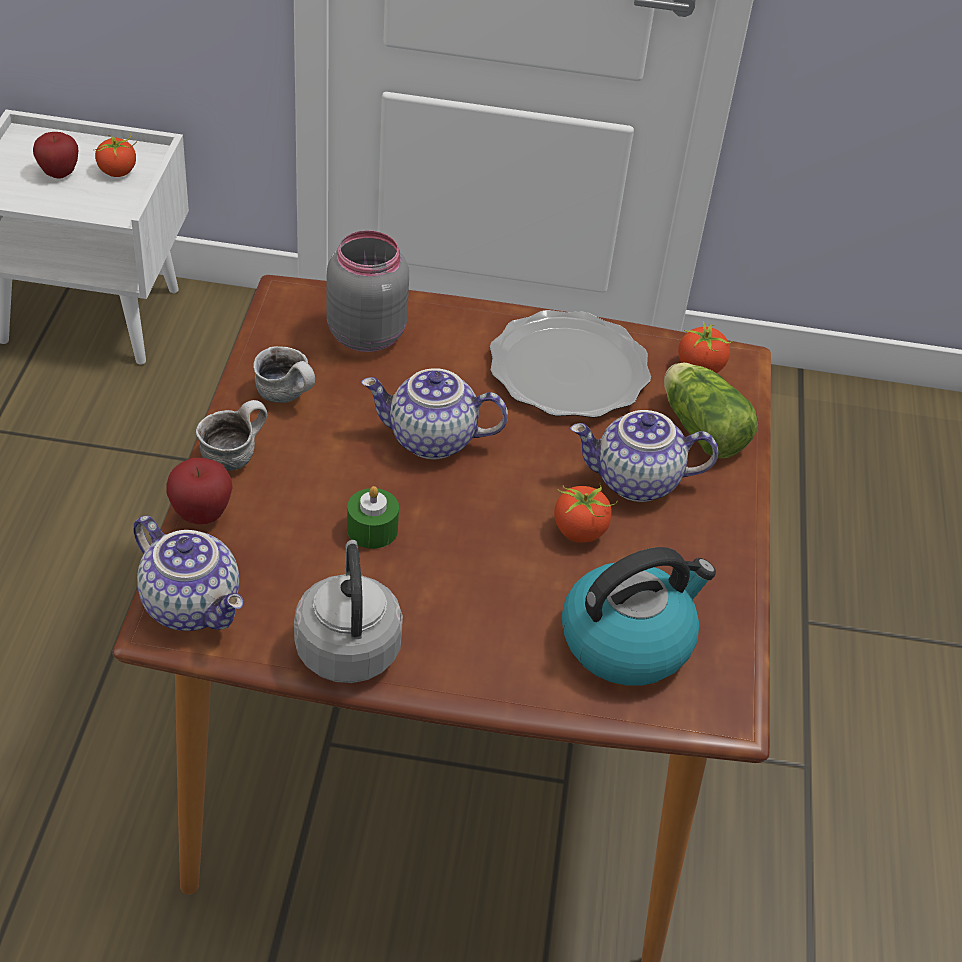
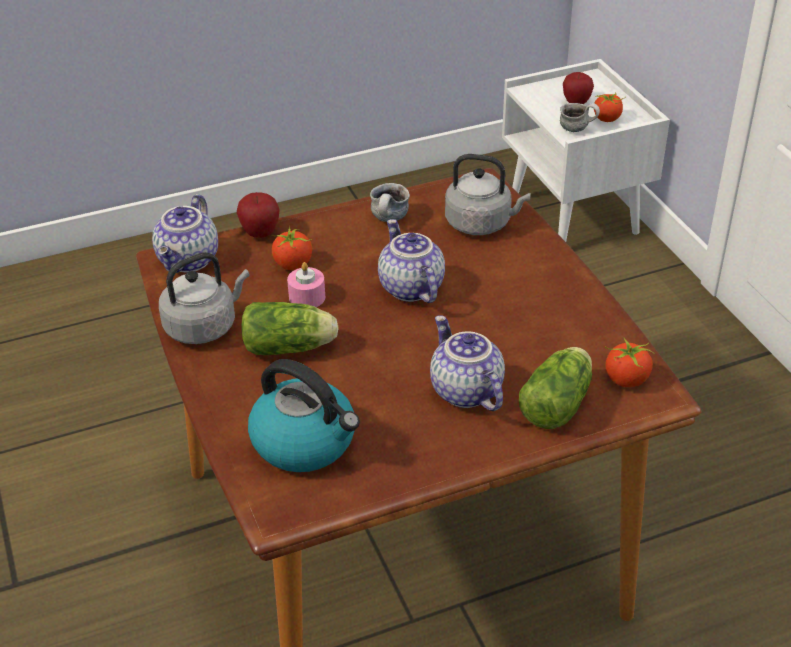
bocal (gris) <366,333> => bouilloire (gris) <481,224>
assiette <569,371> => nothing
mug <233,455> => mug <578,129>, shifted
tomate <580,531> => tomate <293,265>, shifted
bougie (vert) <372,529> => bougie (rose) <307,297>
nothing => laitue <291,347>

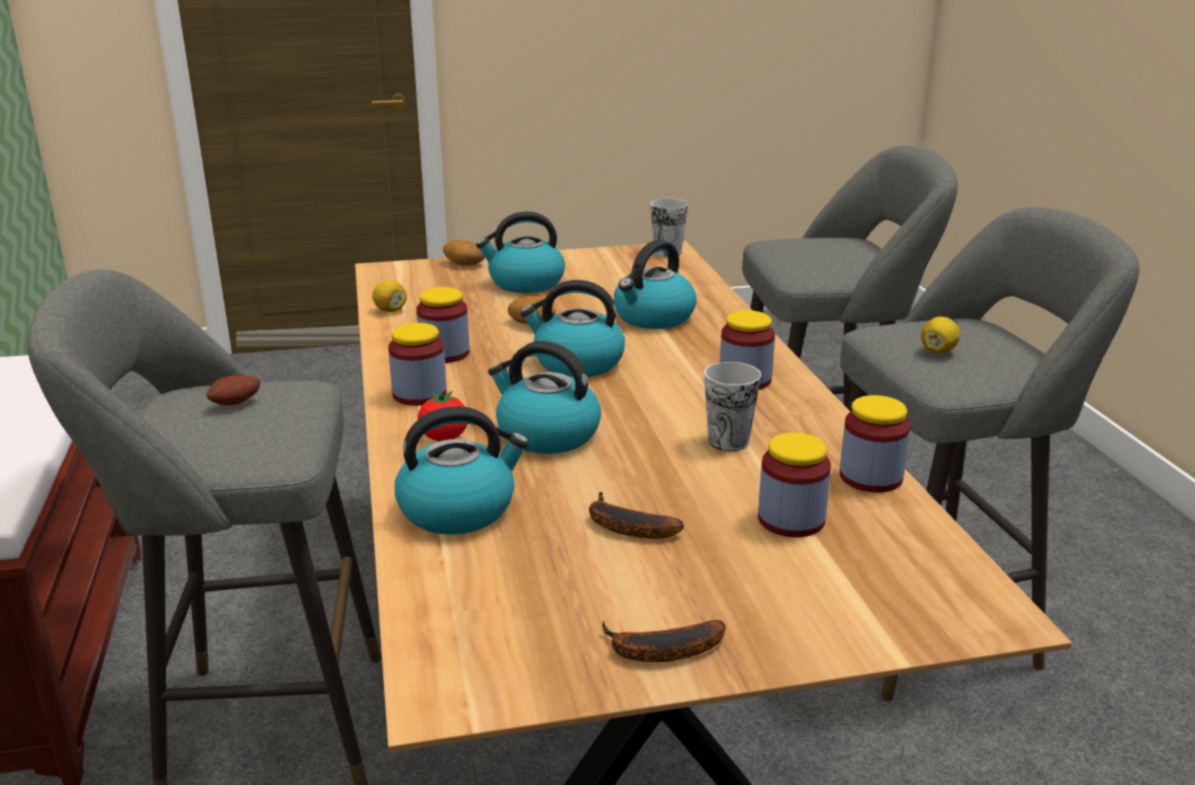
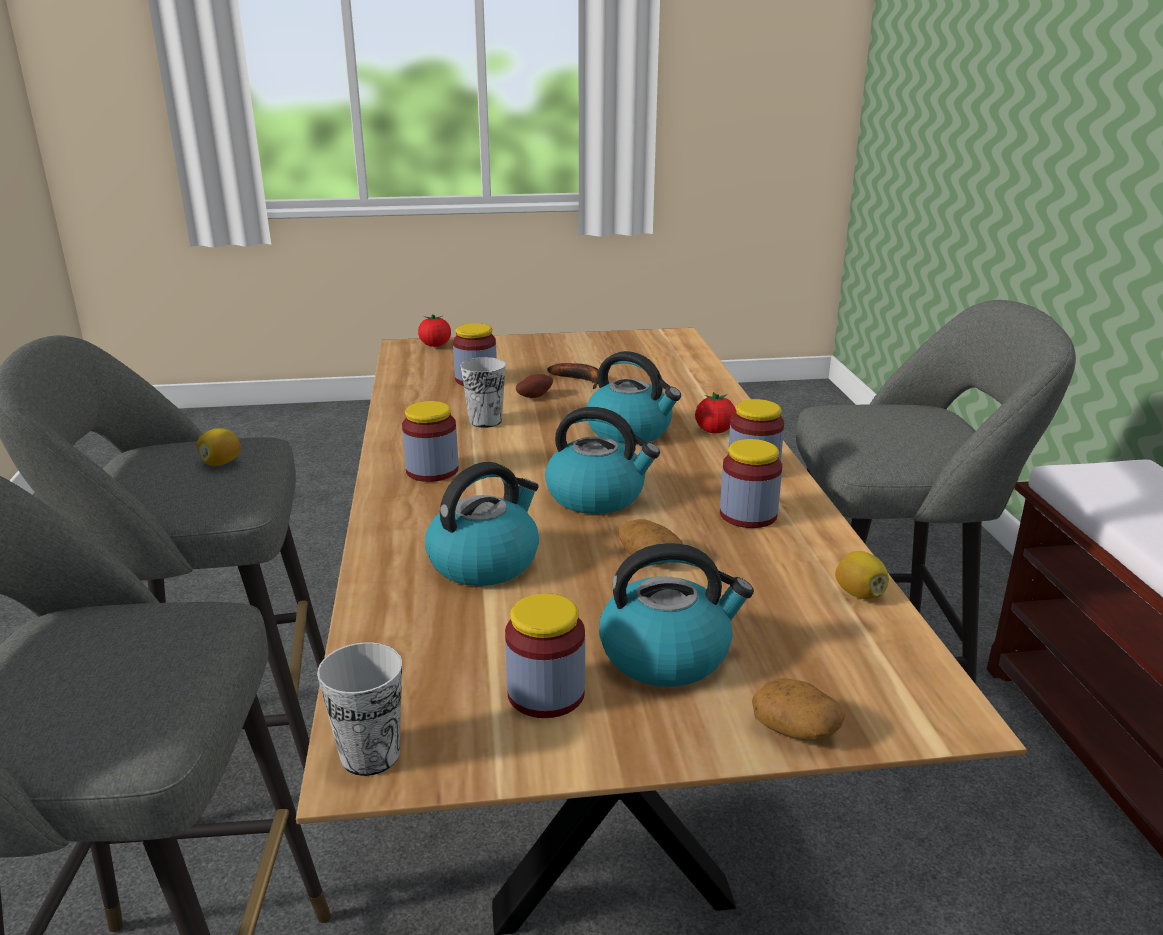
pomme de terre <236,404> => pomme de terre <534,396>, shifted
bocal <870,477> => bocal <546,693>, shifted
bouilloire <459,509> => nothing
banane <659,652> => nothing
nothing => tomate <435,345>

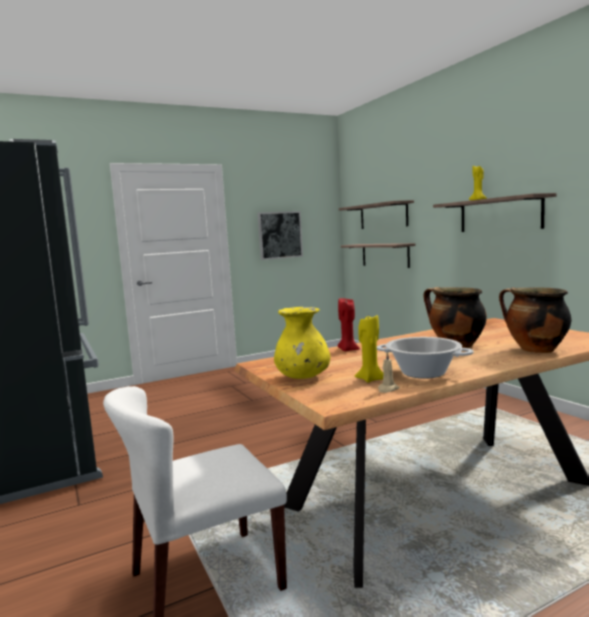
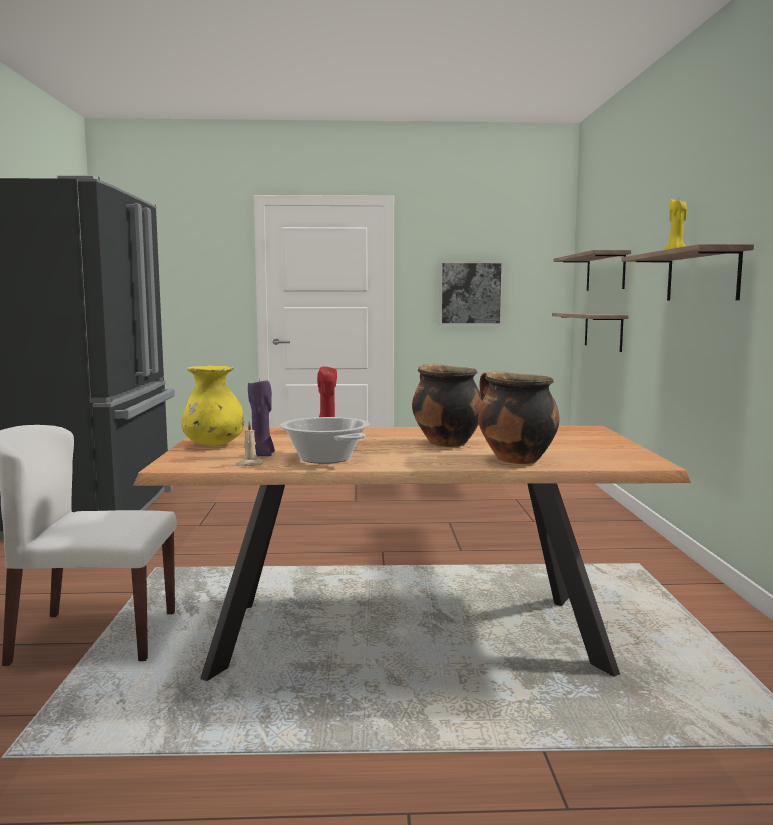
bougie (jaune) <370,379> => bougie (violet) <262,455>

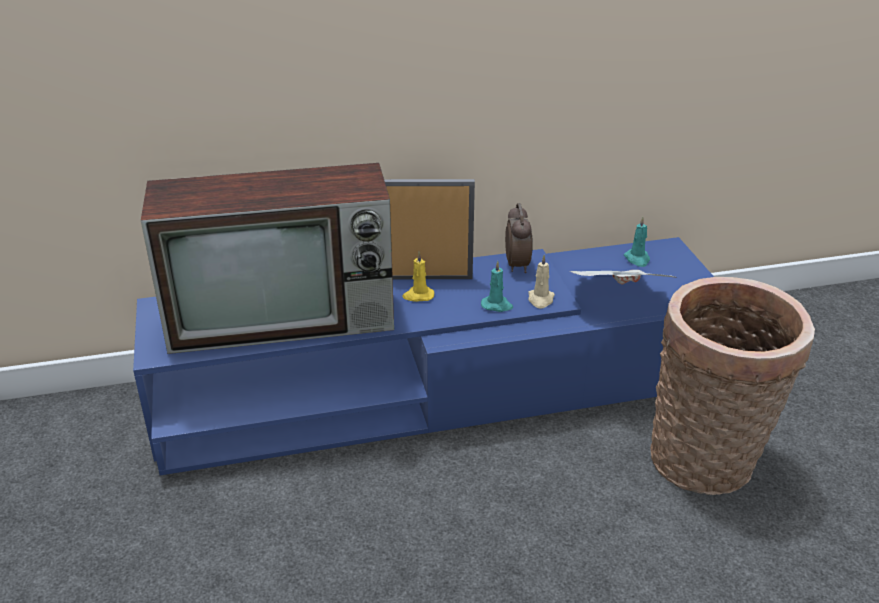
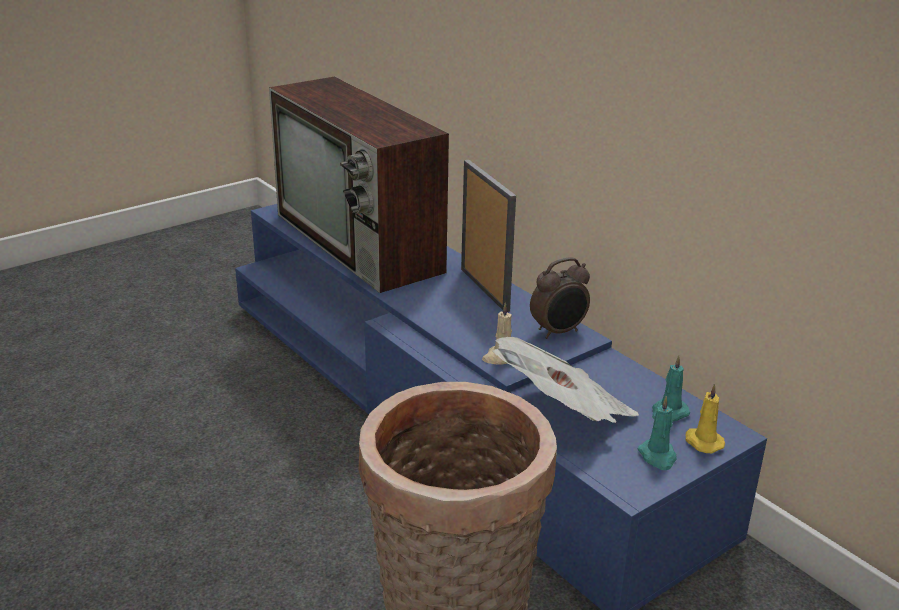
bougie (jaune) <418,296> => bougie (jaune) <702,442>, shifted
bougie (turquoise) <497,305> => bougie (turquoise) <658,457>, shifted

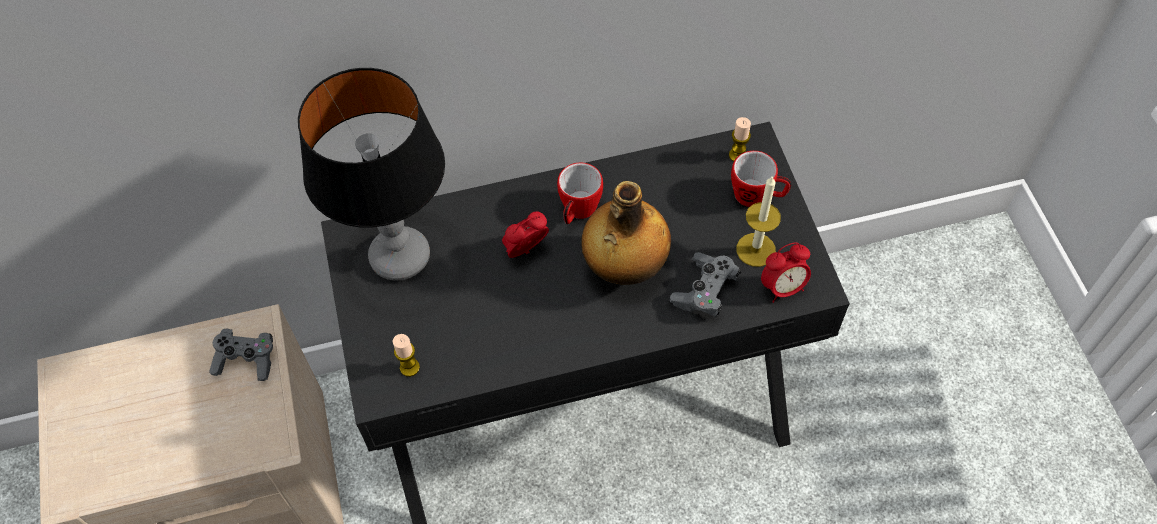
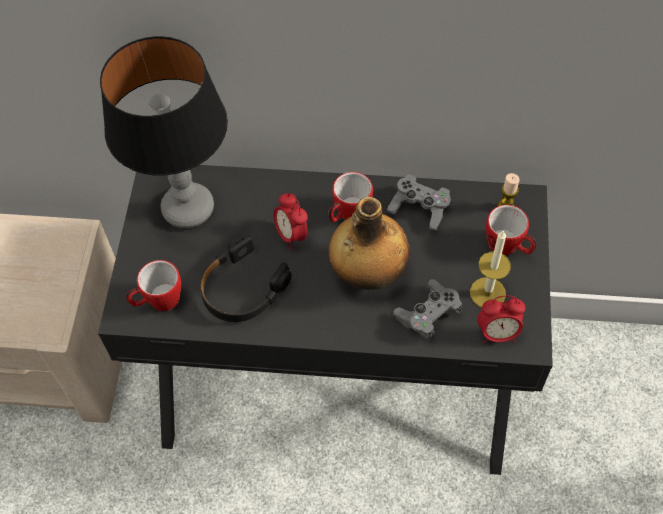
réveil <526,251> => réveil <291,234>, 105 degrees counterclockwise
manette (gris) <246,360> => manette (gris) <419,208>, shifted
bougie <409,367> => mug <158,301>
nothing => casque audio (noir) <242,288>

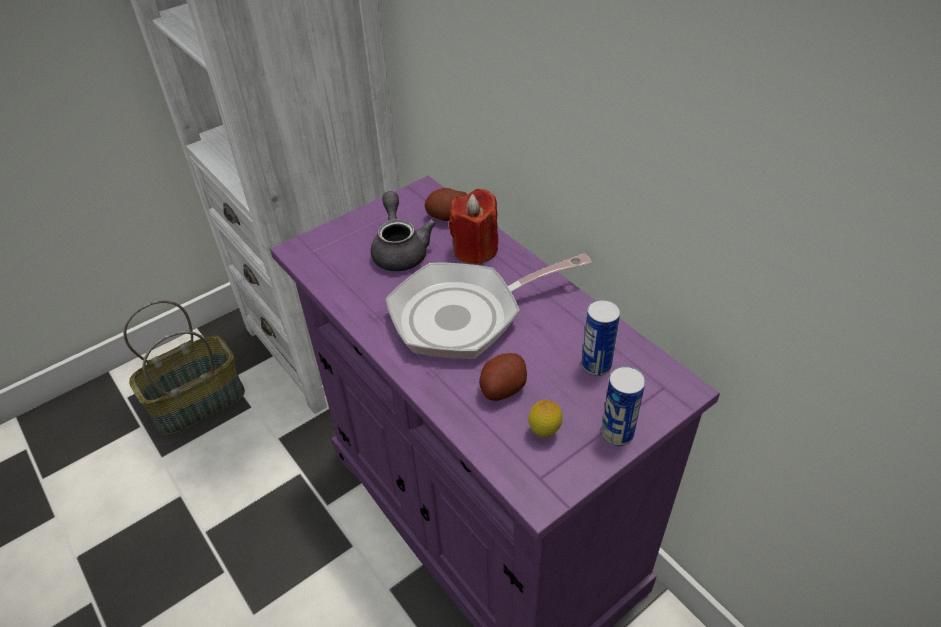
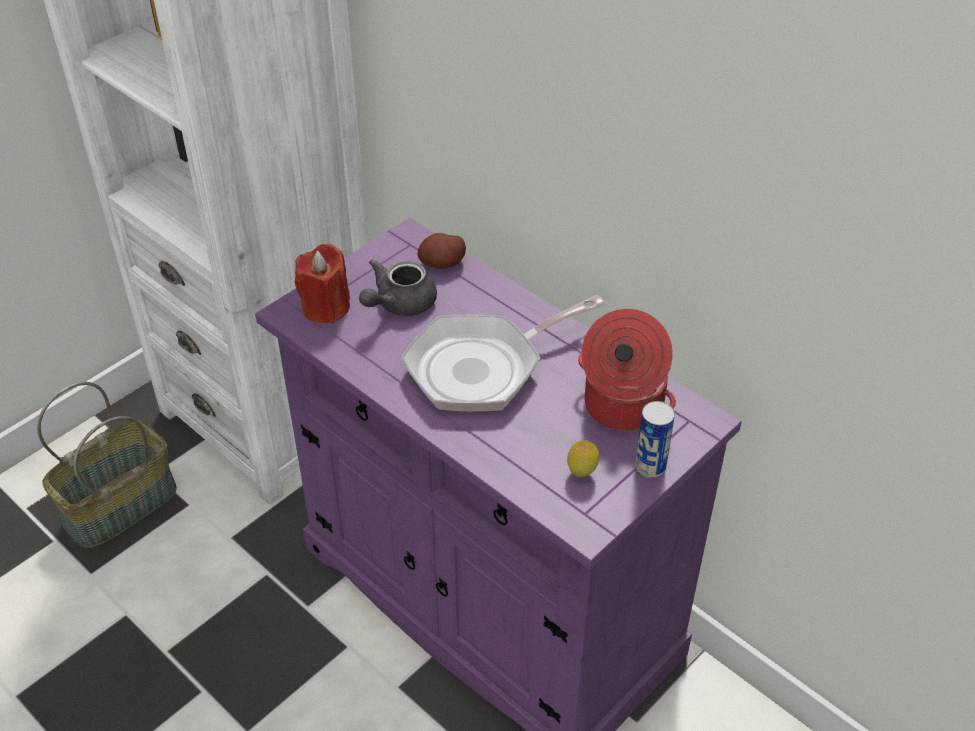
bougie (rouge) <475,249> => bougie (rouge) <326,307>, shifted
théière (gris) <400,250> => théière (gris) <399,304>, 120 degrees counterclockwise
boîte métallique <596,366> => marmite <621,406>
pomme de terre <502,388> => nothing

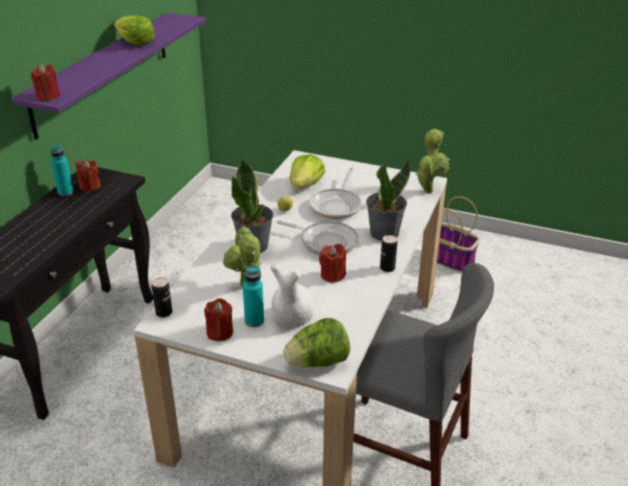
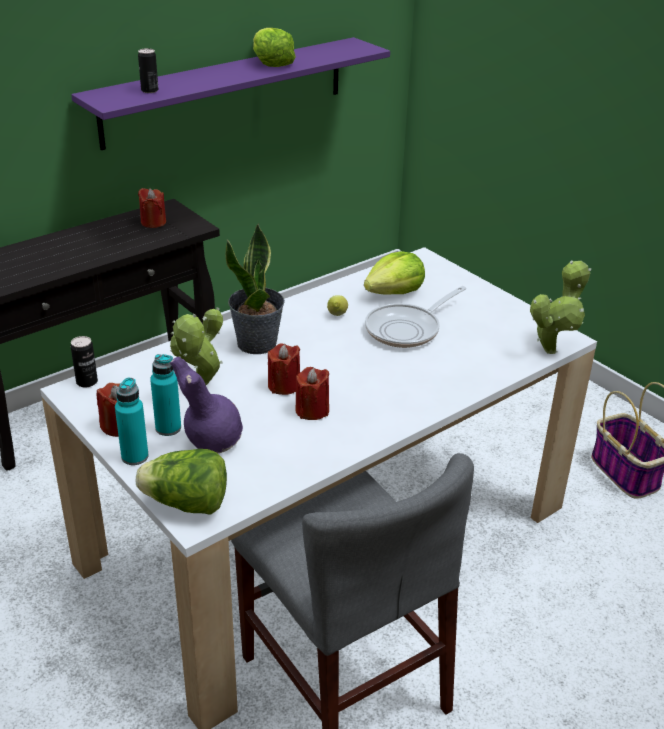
bougie (rouge) <48,96> => bougie (rouge) <284,386>, shifted
bouteille (turquoise) <65,192> => bouteille (turquoise) <135,456>, shifted
plante en pot <384,232> => nothing
poêle <325,241> => nothing
boîte métallique <387,268> => boîte métallique <149,90>, shifted
vase (blanc) <291,318> => vase (violet) <211,442>

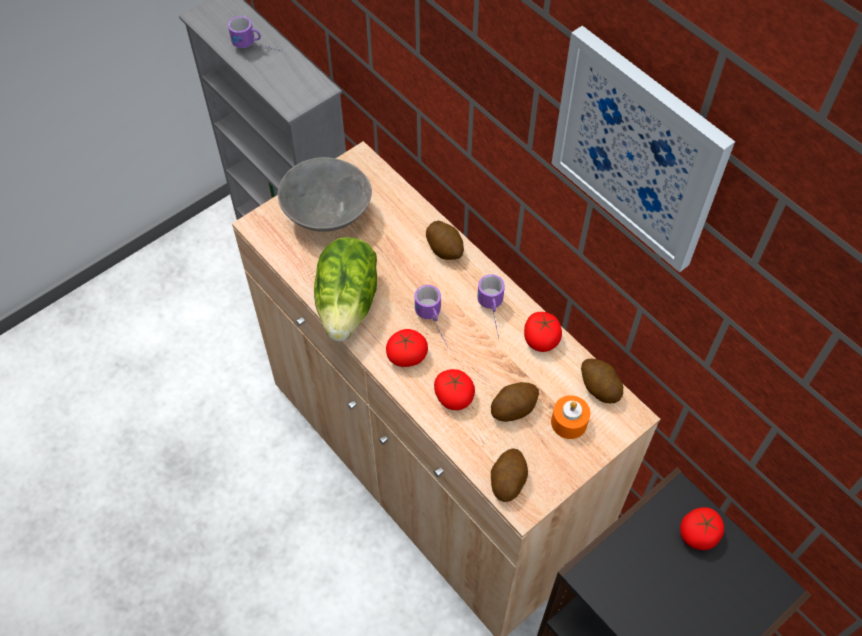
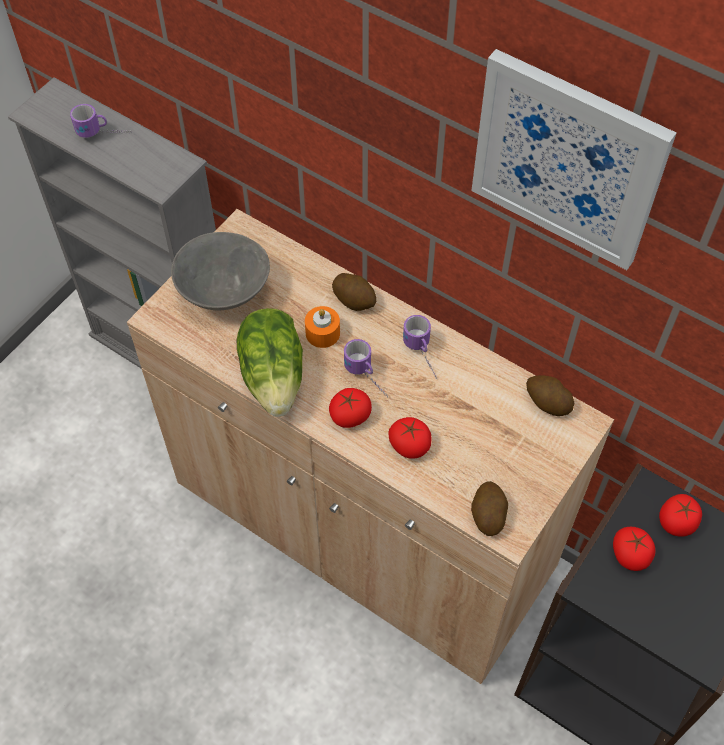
tomate <541,339> => tomate <630,554>, shifted
pomme de terre <513,408> => nothing
bougie (orange) <569,422> => bougie (orange) <322,333>, shifted

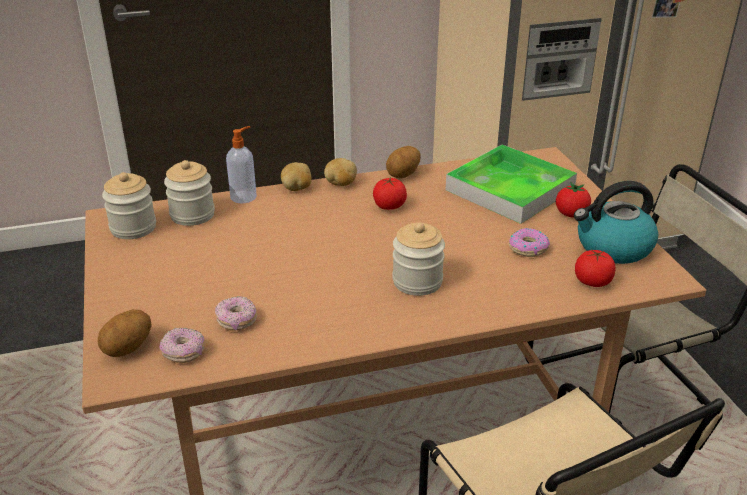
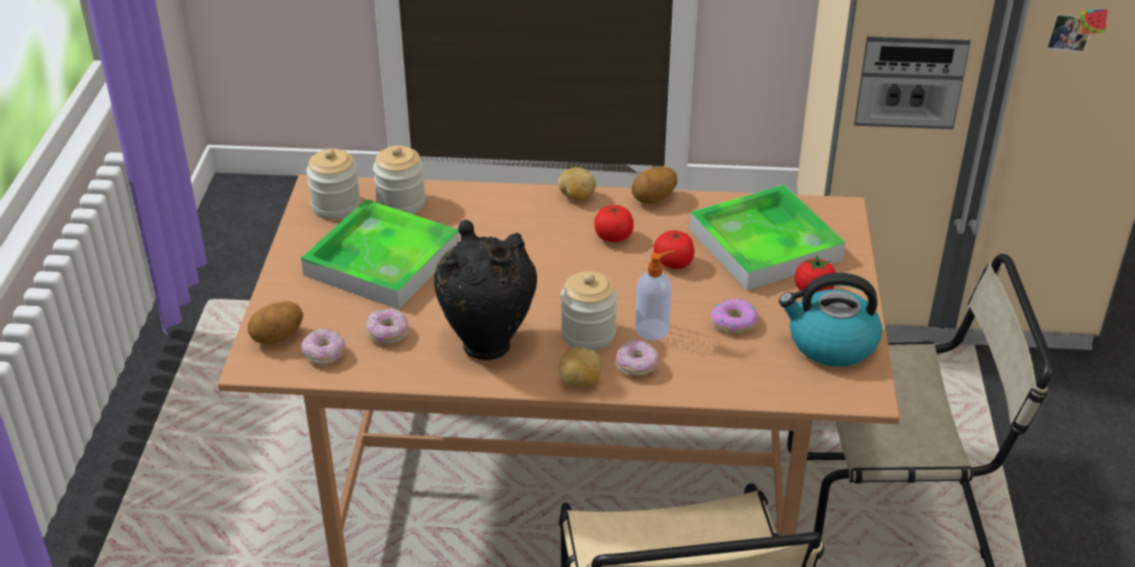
distributeur de savon <244,196> => distributeur de savon <653,329>, shifted
pomme de terre <297,188> => pomme de terre <579,381>, shifted
tomate <592,282> => tomate <673,263>, shifted
nothing => plateau <382,261>
nothing => vase (noir) <487,342>
nothing => beignet <636,366>

